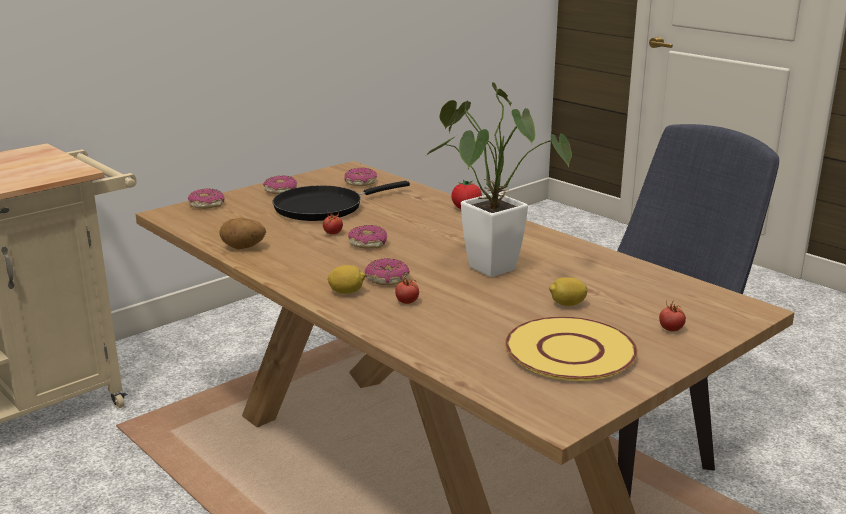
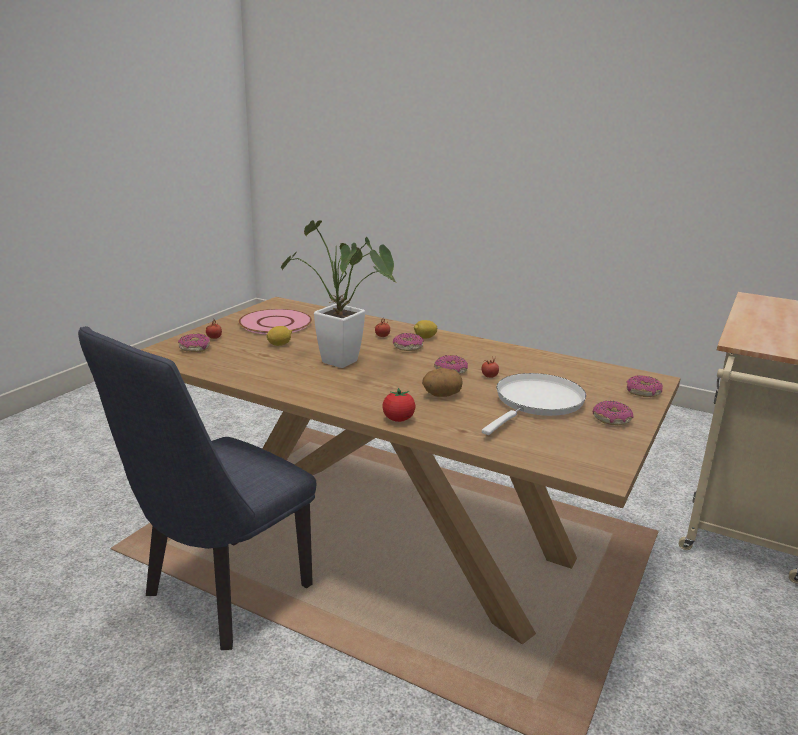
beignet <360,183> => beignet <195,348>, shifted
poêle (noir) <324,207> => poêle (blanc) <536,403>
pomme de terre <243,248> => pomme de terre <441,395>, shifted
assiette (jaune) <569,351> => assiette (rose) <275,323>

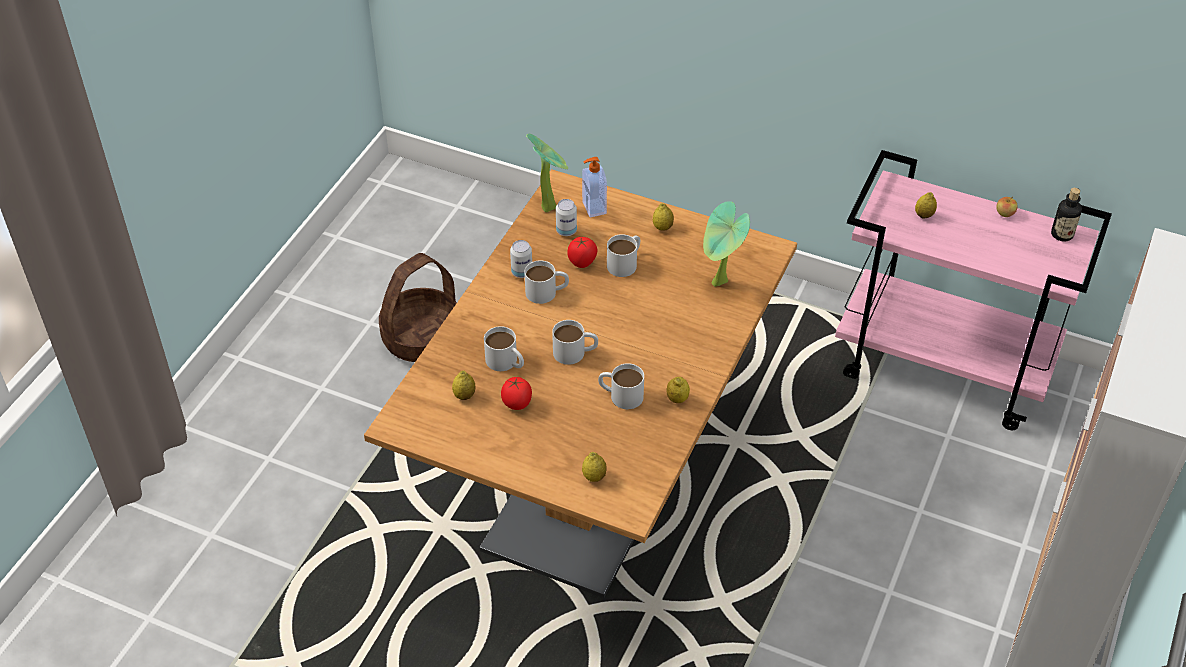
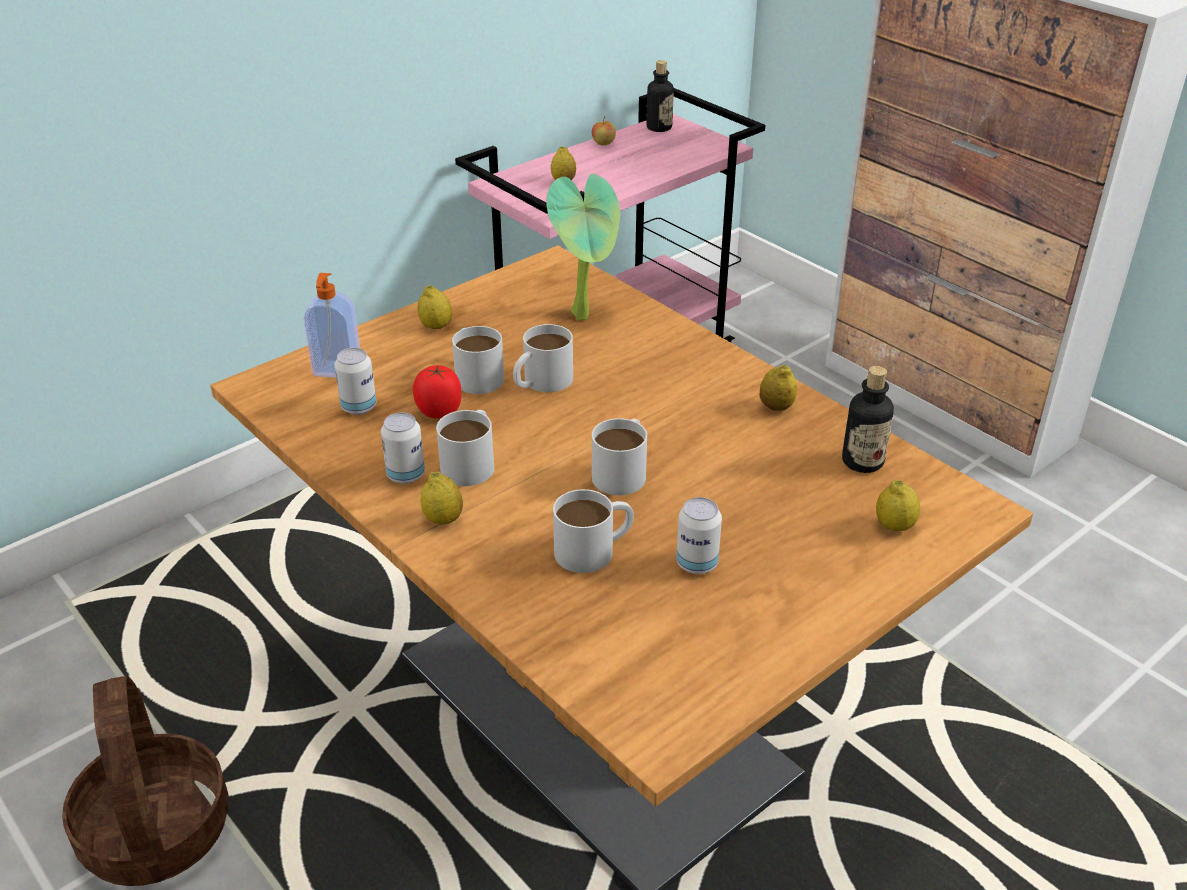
plante en pot <550,206> => nothing
mug (blanc) <620,395> => mug (blanc) <541,382>, shifted
citron <464,395> => citron <443,519>, shifted
tomate <517,404> => boîte métallique <697,563>
nothing => bouteille <862,461>

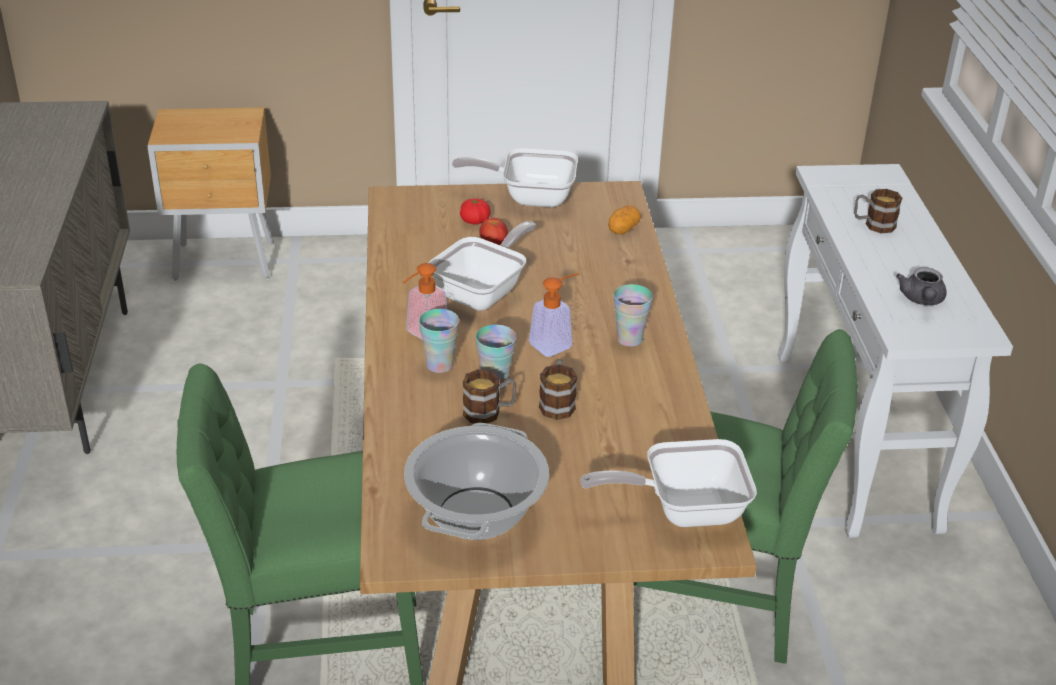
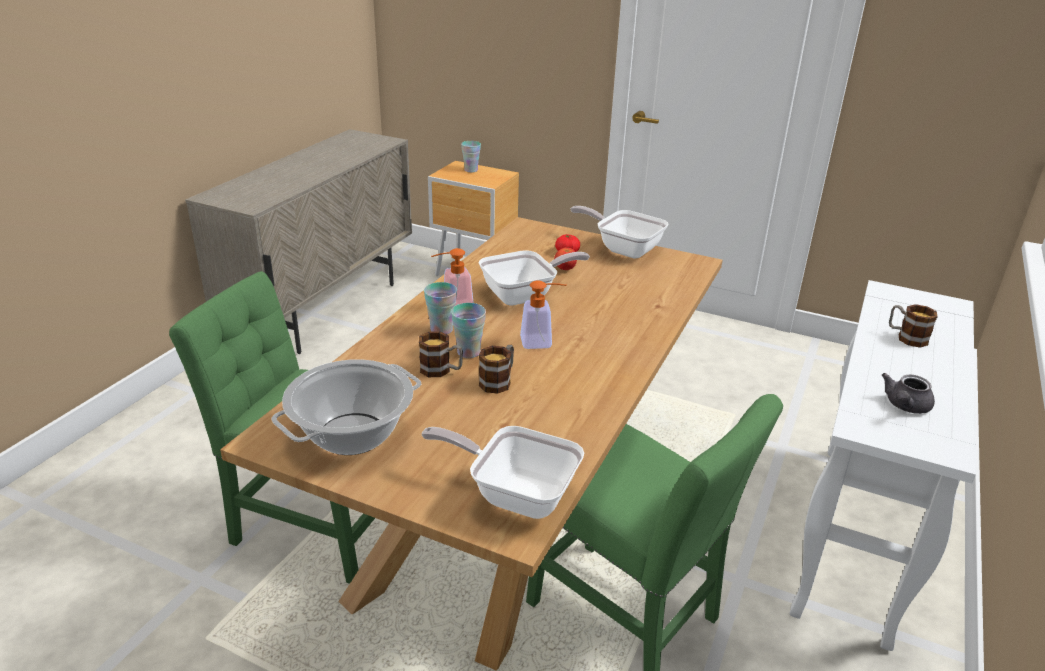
pomme de terre <623,229> => nothing
tasse <629,339> => tasse <471,170>, shifted

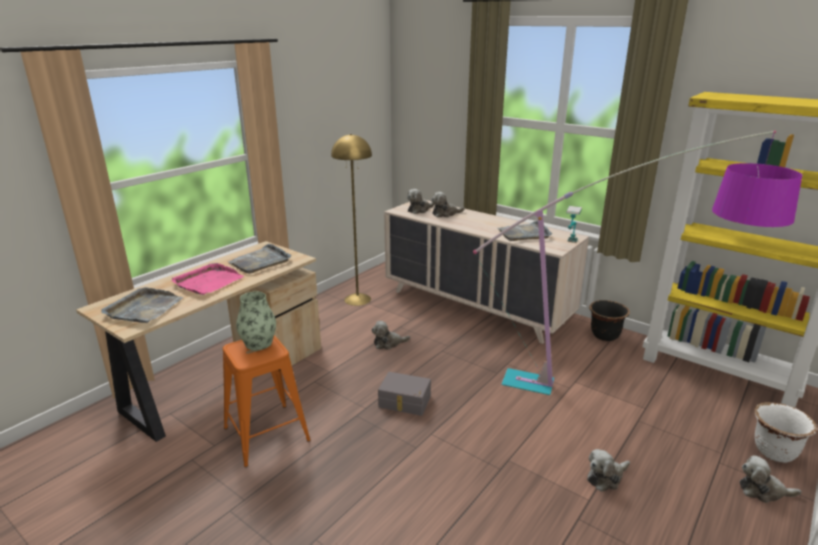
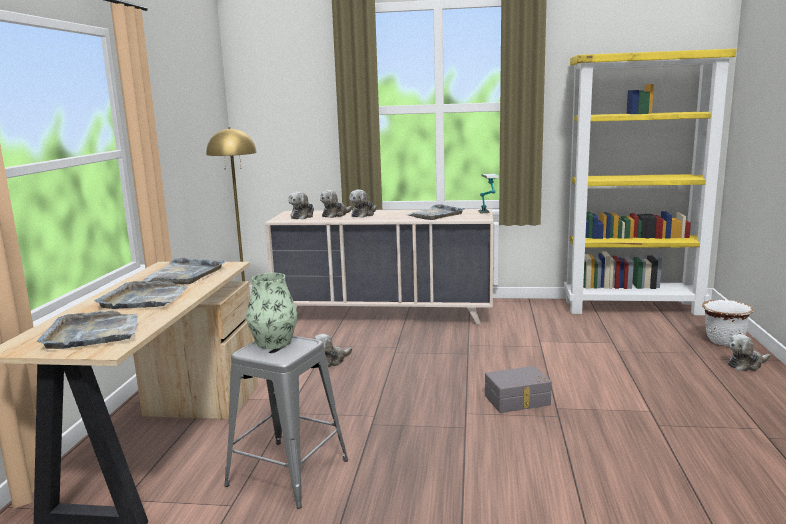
lampadaire <618,400> => nothing
plateau (rose) <208,282> => plateau (gris) <144,299>
cache-pot (noir) <605,336> => nothing
tabouret (orange) <266,434> => tabouret (gris) <288,472>
boîte de rangement (gris) <404,402> => boîte de rangement (gris) <518,401>, shifted
peluche <606,477> => peluche <363,215>, shifted

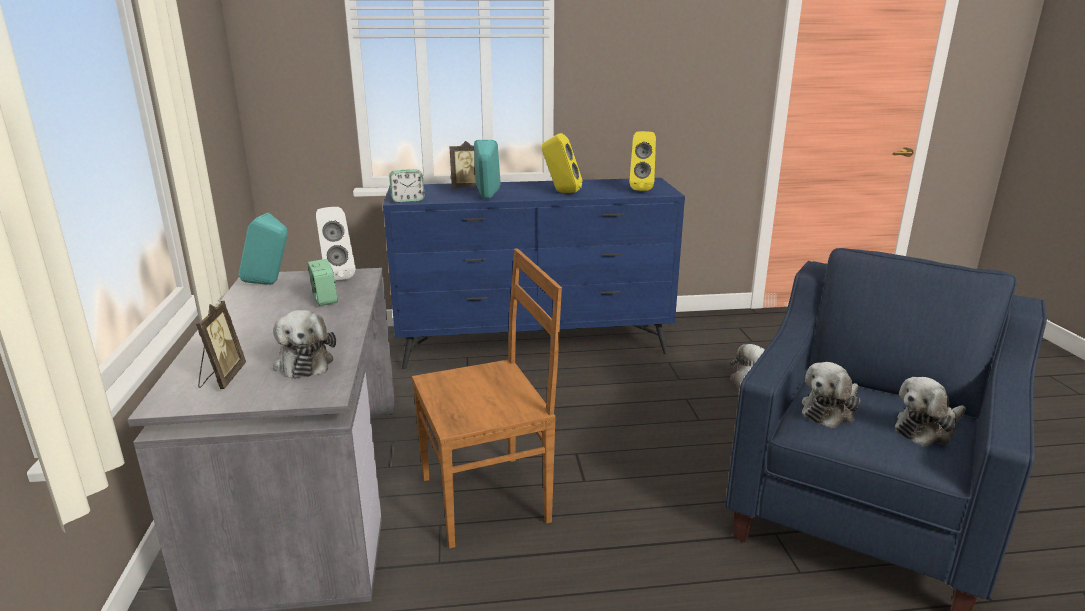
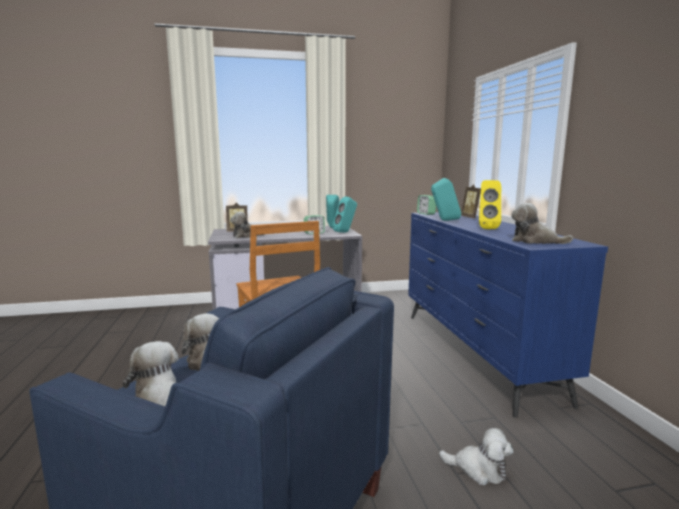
enceinte (jaune) <641,189> => peluche <535,241>
enceinte (blanc) <337,276> => enceinte (turquoise) <345,232>

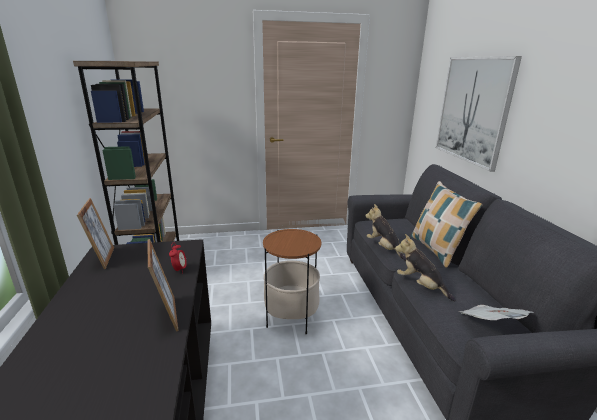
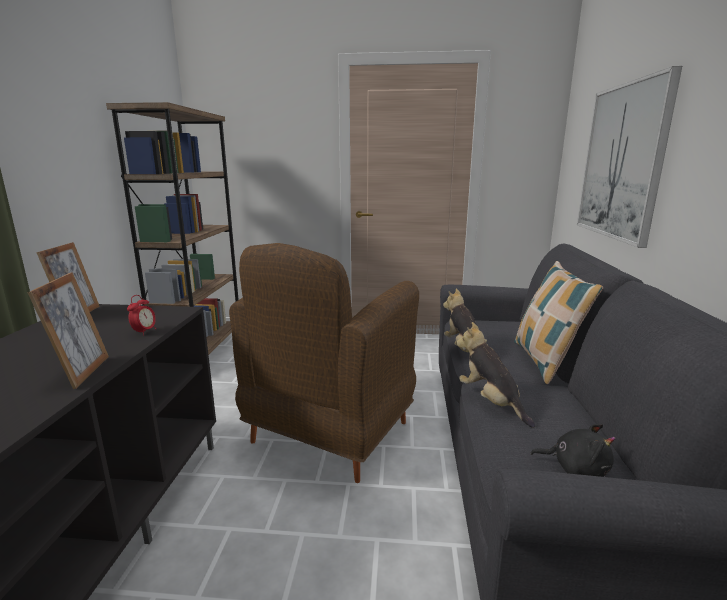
table d'appoint <291,317> => fauteuil (marron) <329,434>
journal <490,325> => peluche (noir) <575,468>

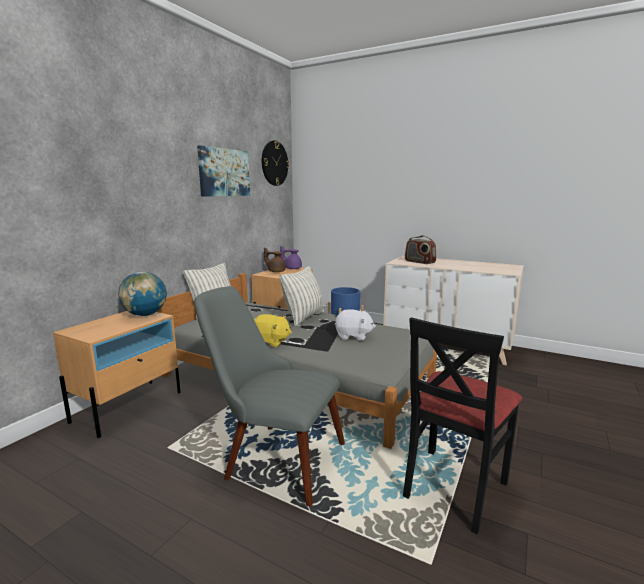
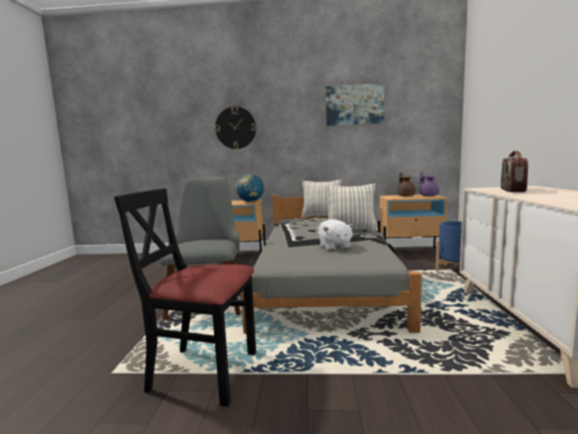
horloge murale <274,163> => horloge murale <235,128>, shifted
peluche (jaune) <270,342> => nothing

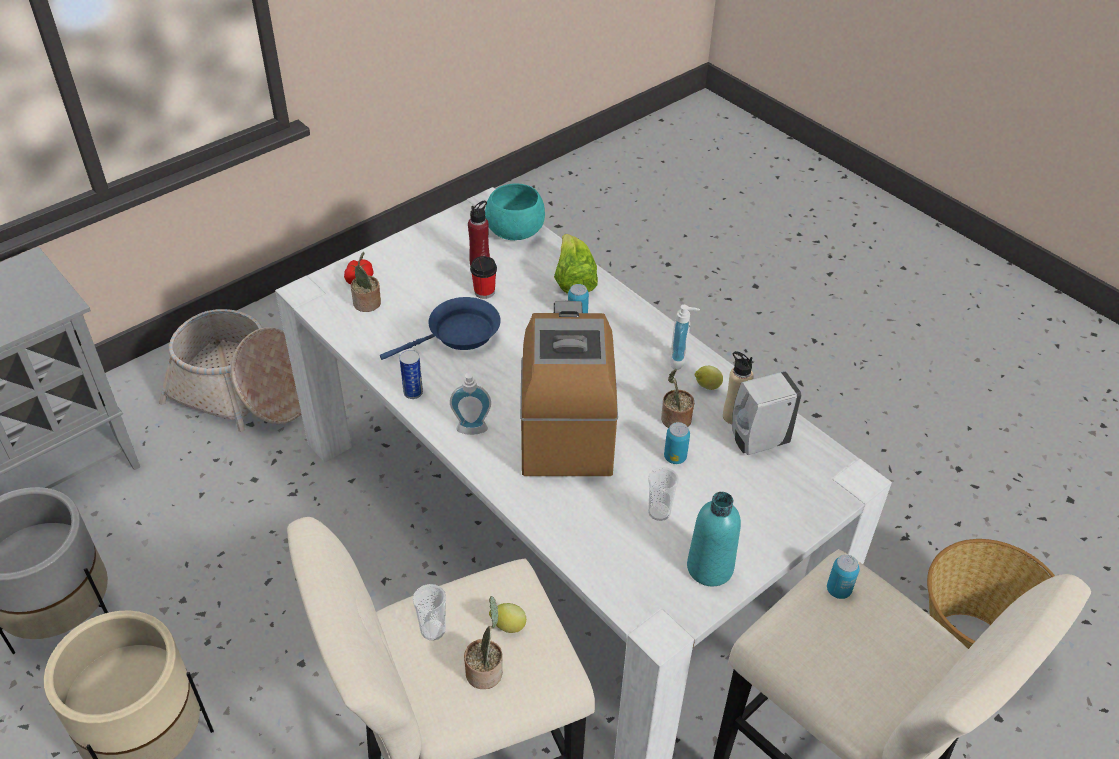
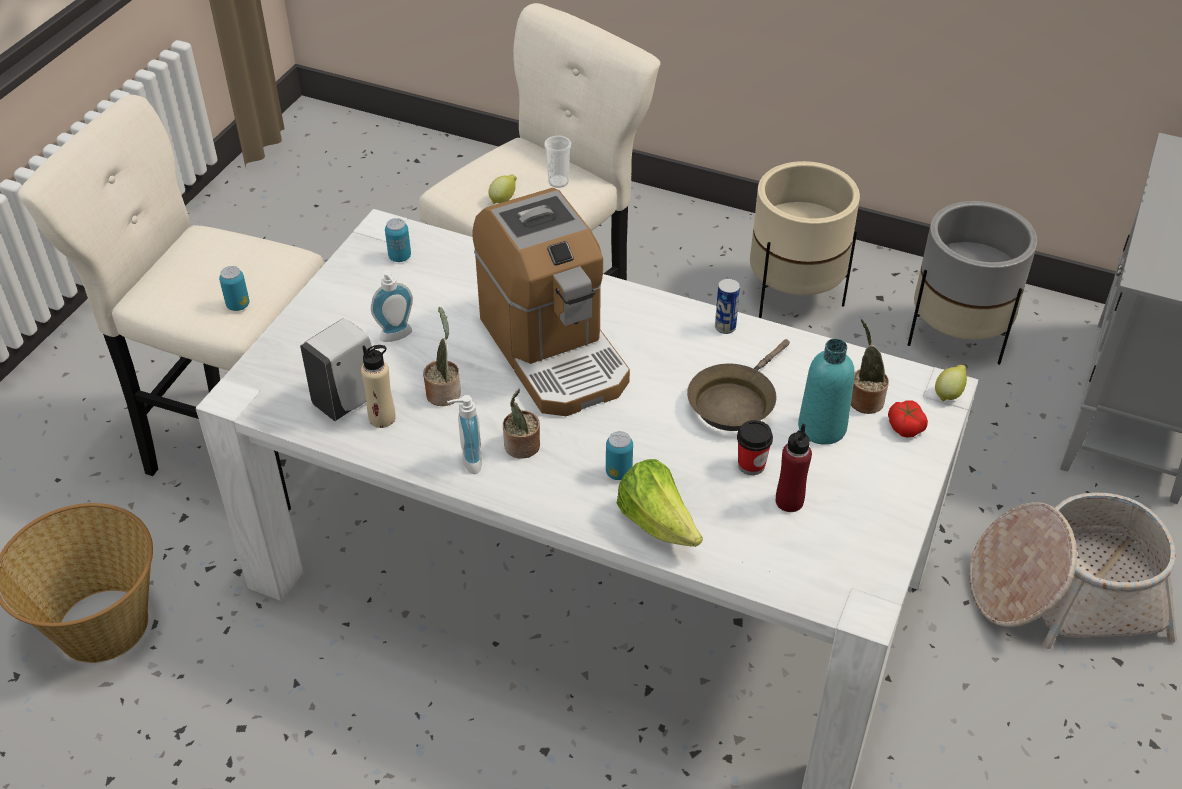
bol (turquoise) <514,231> => nothing
poêle (bleu) <458,334> => poêle (marron) <734,402>
distributeur de savon <472,426> => distributeur de savon <397,337>, shifted
citron <706,387> => citron <949,393>, shifted
boîte métallique <675,457> => boîte métallique <400,257>, shifted
tasse <659,512> => nothing
bouteille (turquoise) <710,568> => bouteille (turquoise) <822,428>, shifted
plante en pot <485,670> => plante en pot <521,447>, shifted

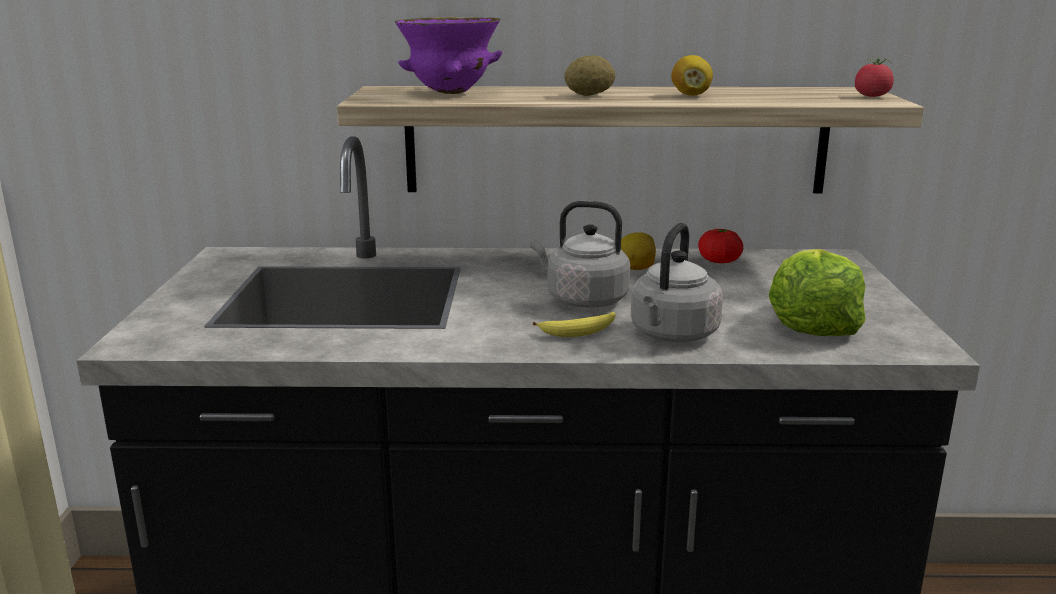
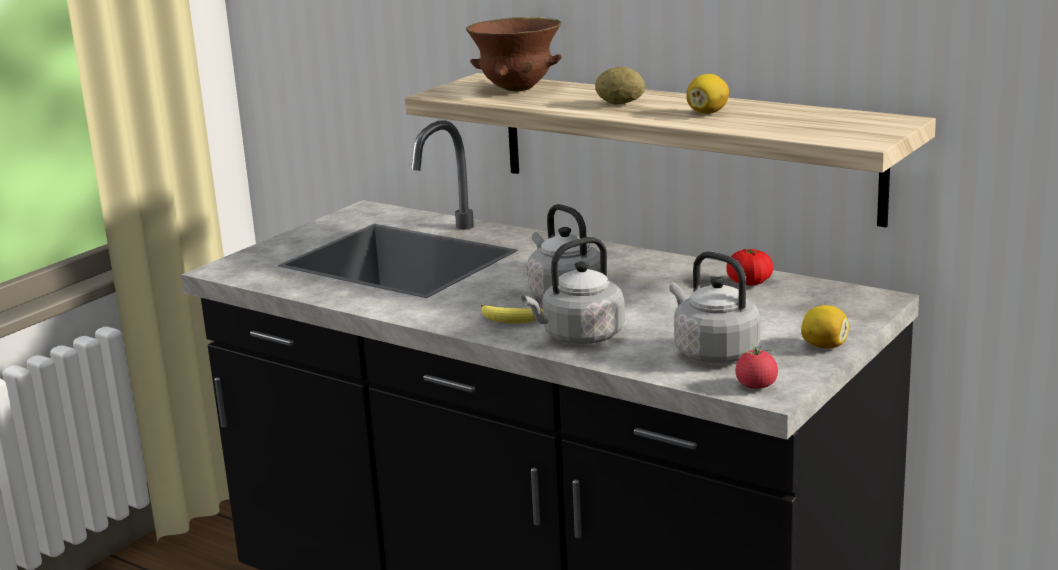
bol (violet) <450,93> => bol (marron) <518,89>
tomate <872,96> => tomate <756,386>, shifted
citron <636,268> => citron <824,346>, shifted
laitue <811,324> => bouilloire (gris) <712,352>

